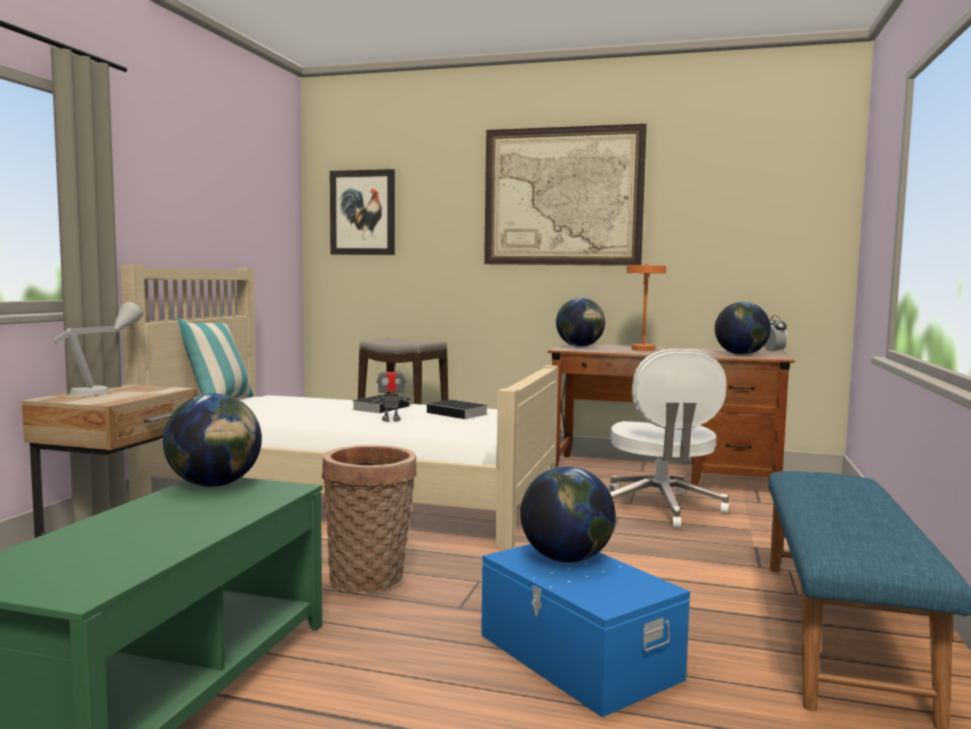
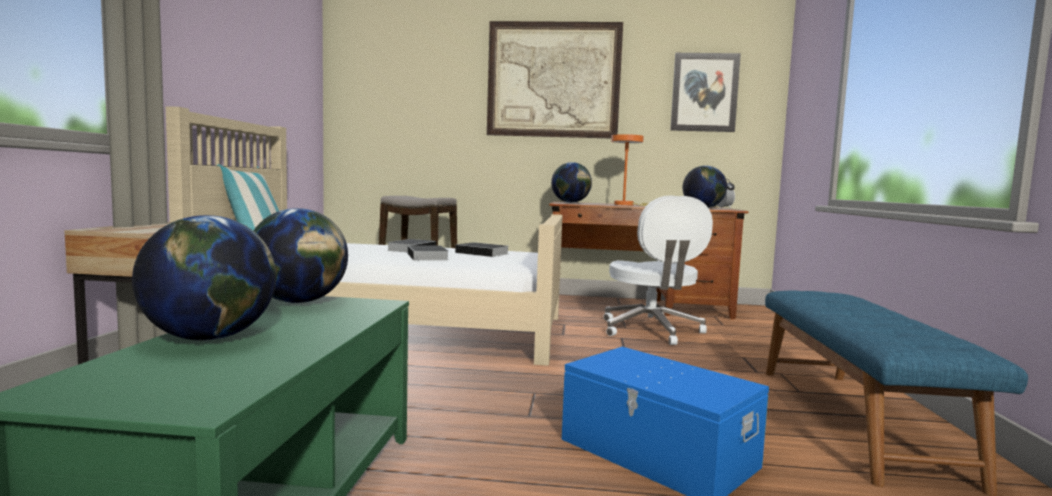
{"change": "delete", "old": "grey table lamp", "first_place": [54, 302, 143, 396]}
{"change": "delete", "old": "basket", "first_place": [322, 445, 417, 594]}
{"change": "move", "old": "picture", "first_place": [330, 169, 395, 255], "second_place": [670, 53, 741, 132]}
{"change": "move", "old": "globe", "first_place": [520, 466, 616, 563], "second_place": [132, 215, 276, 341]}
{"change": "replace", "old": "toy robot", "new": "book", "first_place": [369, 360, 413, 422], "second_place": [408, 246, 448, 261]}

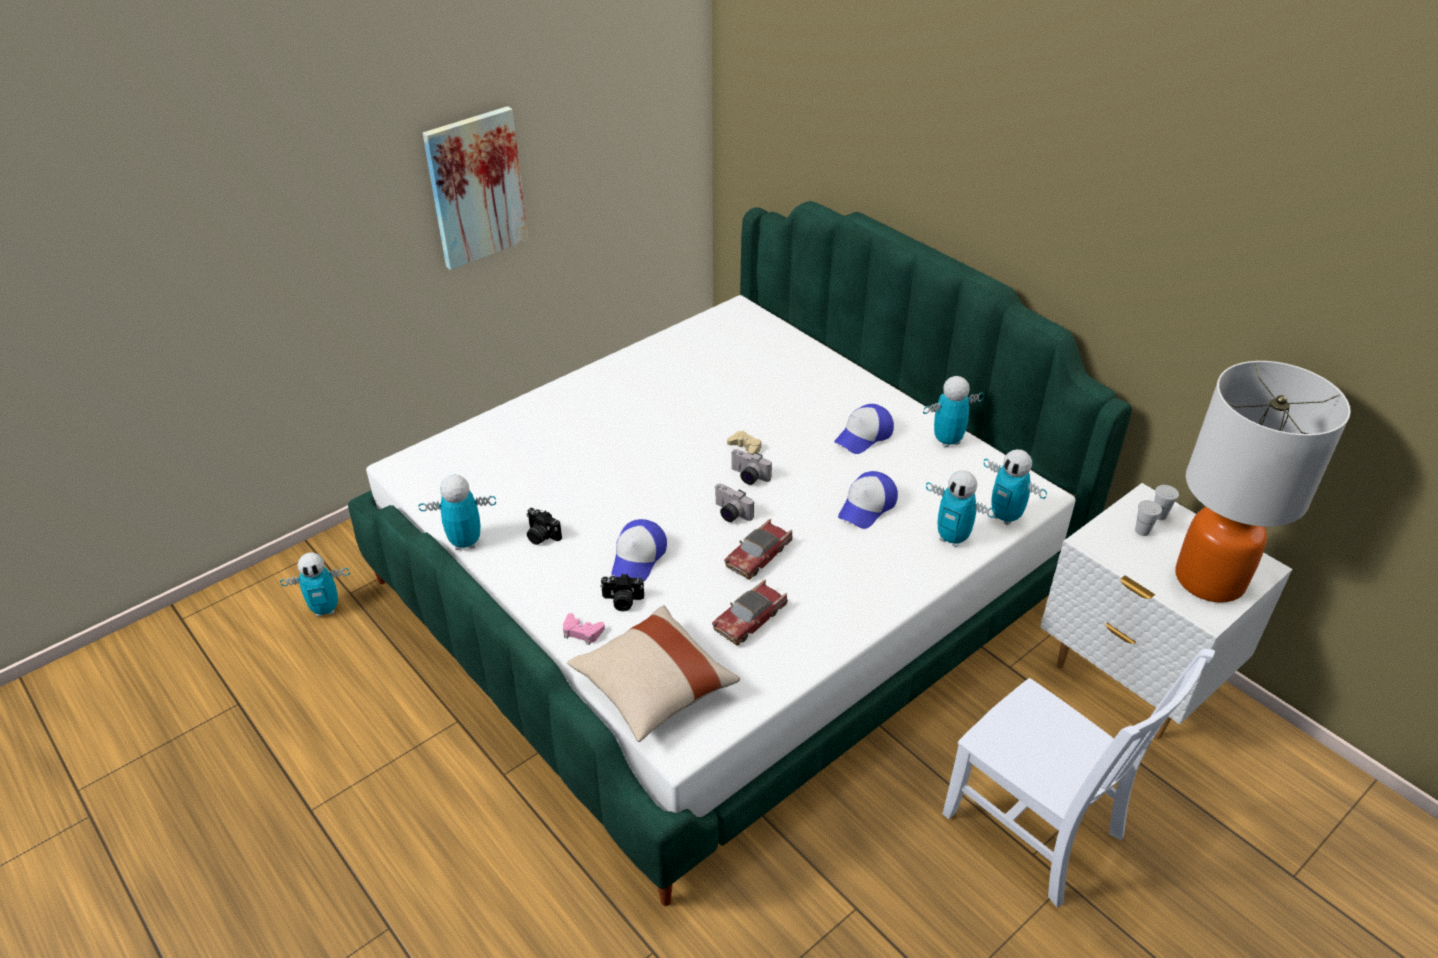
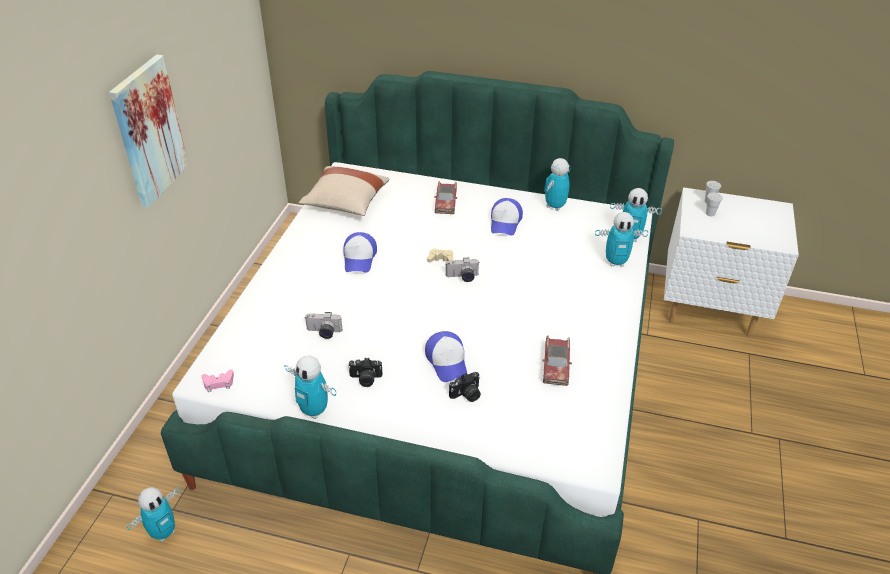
{"change": "delete", "old": "white chair", "first_place": [942, 649, 1215, 907]}
{"change": "delete", "old": "table lamp", "first_place": [1175, 361, 1351, 603]}
{"change": "move", "old": "pink game controller", "first_place": [563, 613, 605, 645], "second_place": [201, 370, 234, 392]}
{"change": "move", "old": "beige pillow", "first_place": [567, 605, 740, 742], "second_place": [299, 166, 390, 216]}
{"change": "move", "old": "photo camera", "first_place": [715, 483, 754, 522], "second_place": [305, 312, 342, 339]}
{"change": "move", "old": "toy car", "first_place": [724, 519, 793, 580], "second_place": [434, 181, 457, 214]}
{"change": "move", "old": "cap", "first_place": [838, 471, 898, 529], "second_place": [344, 232, 377, 272]}
{"change": "rotate", "old": "toy robot", "first_place": [419, 475, 496, 550], "second_place": [284, 356, 336, 419], "degrees": -105}

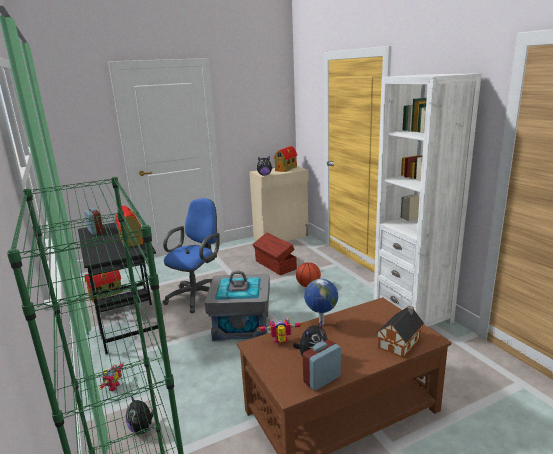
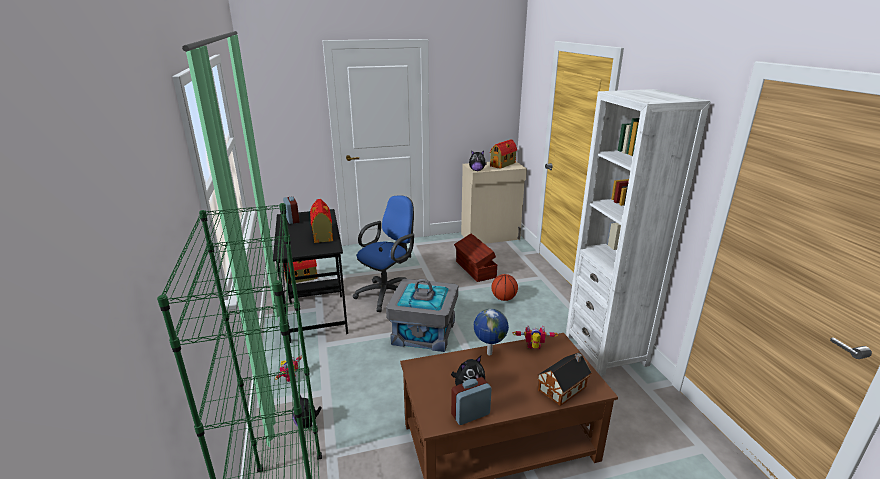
{"change": "move", "old": "toy robot", "first_place": [257, 317, 304, 343], "second_place": [513, 325, 558, 349]}

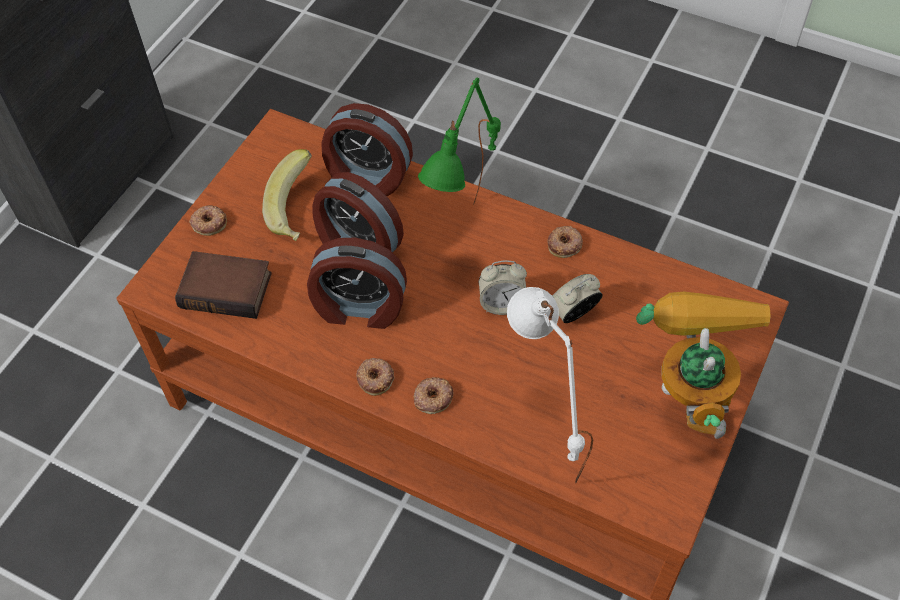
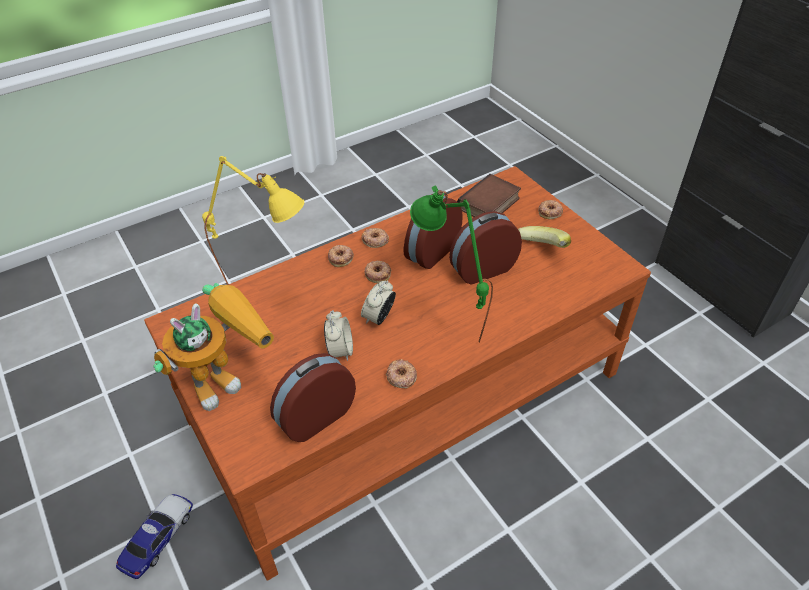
{"change": "insert", "new": "toy car", "second_place": [116, 494, 193, 579]}
{"change": "insert", "new": "donut", "second_place": [365, 261, 391, 283]}
{"change": "move", "old": "alarm clock", "first_place": [321, 103, 413, 196], "second_place": [270, 353, 356, 442]}
{"change": "recolor", "old": "white table lamp", "new": "yellow table lamp", "first_place": [507, 287, 593, 483], "second_place": [202, 156, 304, 285]}
{"change": "rotate", "old": "toy robot", "first_place": [636, 292, 770, 439], "second_place": [154, 283, 274, 411], "degrees": -75}

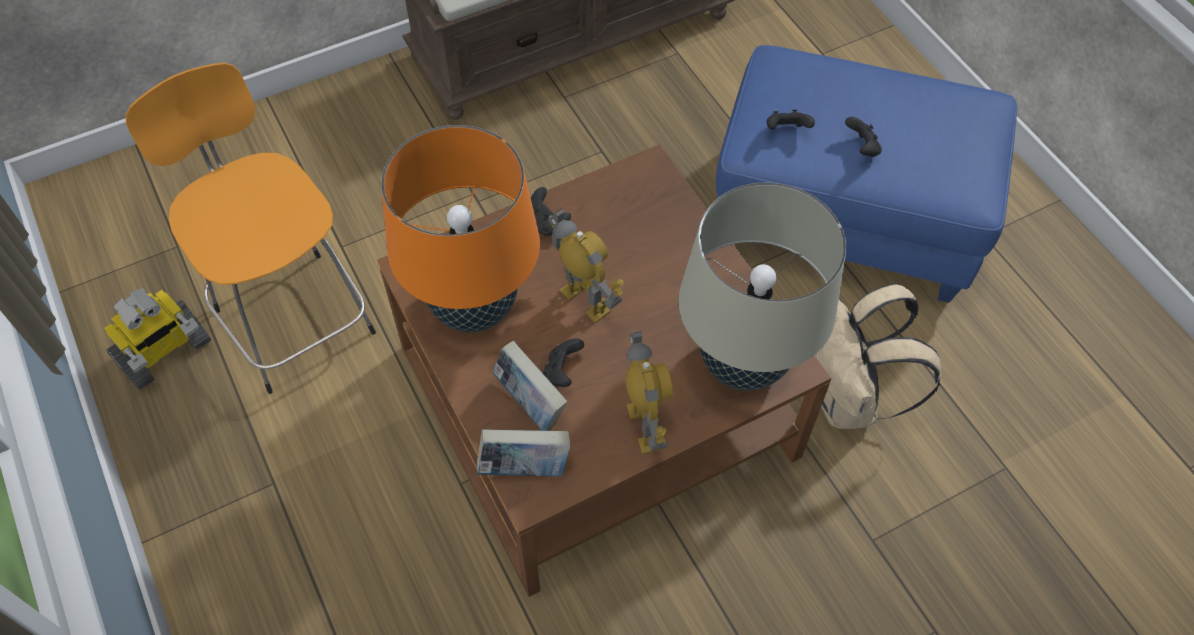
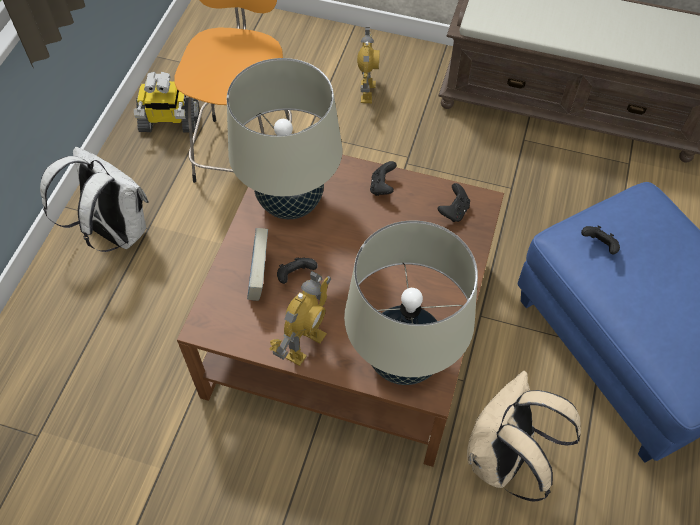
{"change": "delete", "old": "book", "first_place": [477, 429, 571, 476]}
{"change": "insert", "new": "white backpack", "second_place": [40, 147, 149, 252]}
{"change": "move", "old": "toy robot", "first_place": [548, 208, 624, 323], "second_place": [357, 27, 380, 103]}
{"change": "move", "old": "black game controller", "first_place": [845, 117, 882, 157], "second_place": [438, 183, 470, 222]}
{"change": "recolor", "old": "orange table lamp", "new": "beige table lamp", "first_place": [381, 125, 540, 333], "second_place": [227, 58, 342, 219]}

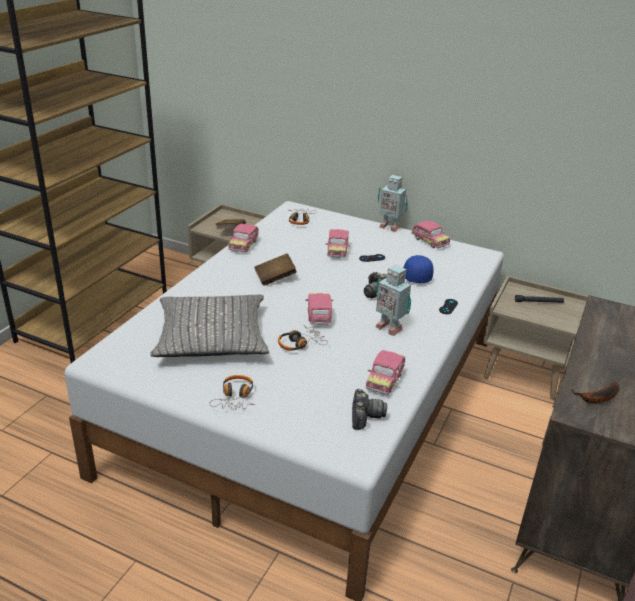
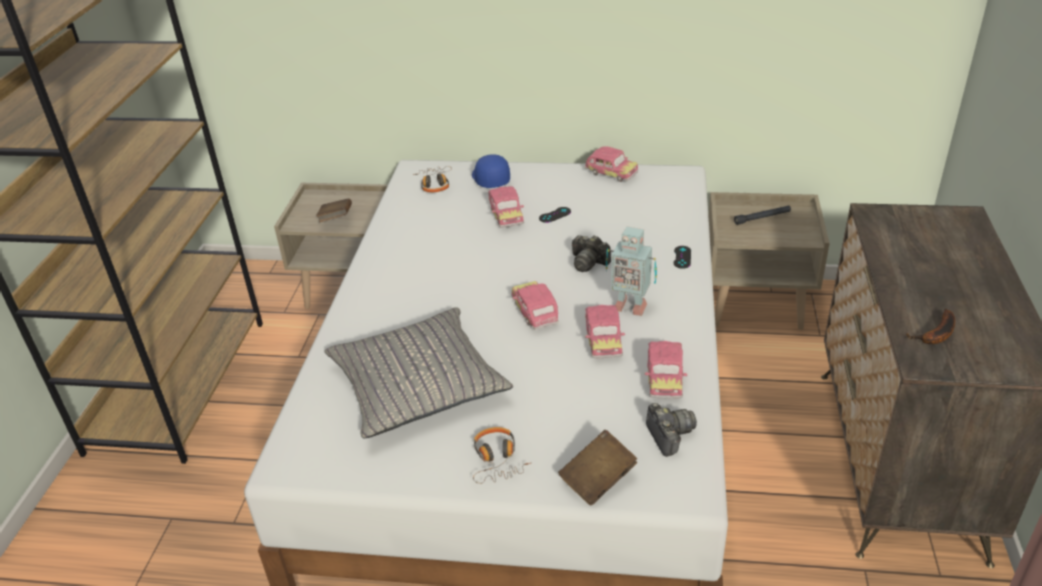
{"change": "delete", "old": "headphones", "first_place": [278, 326, 328, 351]}
{"change": "delete", "old": "toy robot", "first_place": [378, 175, 408, 232]}
{"change": "move", "old": "toy car", "first_place": [228, 224, 259, 252], "second_place": [585, 305, 625, 358]}
{"change": "move", "old": "brown book", "first_place": [254, 253, 297, 286], "second_place": [558, 430, 637, 505]}
{"change": "move", "old": "blue cap", "first_place": [403, 255, 434, 283], "second_place": [472, 154, 510, 188]}

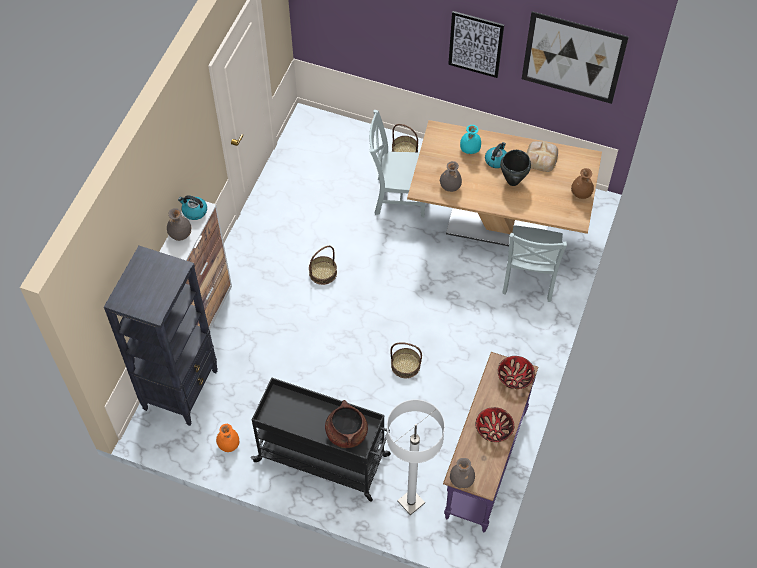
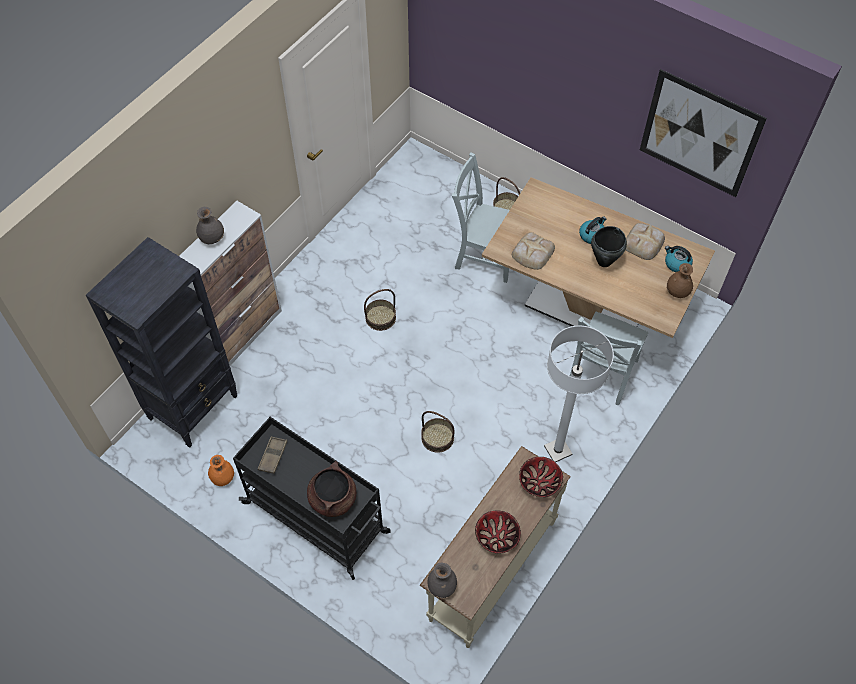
{"change": "delete", "old": "picture", "first_place": [448, 11, 504, 78]}
{"change": "delete", "old": "turquoise vase", "first_place": [460, 125, 481, 154]}
{"change": "insert", "new": "brown tray", "second_place": [258, 436, 288, 474]}
{"change": "move", "old": "kettle", "first_place": [178, 195, 207, 220], "second_place": [665, 246, 693, 272]}
{"change": "move", "old": "white floor lamp", "first_place": [387, 399, 445, 515], "second_place": [544, 326, 614, 462]}
{"change": "replace", "old": "grey vase", "new": "bread", "first_place": [440, 161, 462, 192], "second_place": [512, 232, 555, 270]}
{"change": "recolor", "old": "purple console table", "new": "beige console table", "first_place": [443, 352, 538, 532], "second_place": [420, 446, 571, 648]}

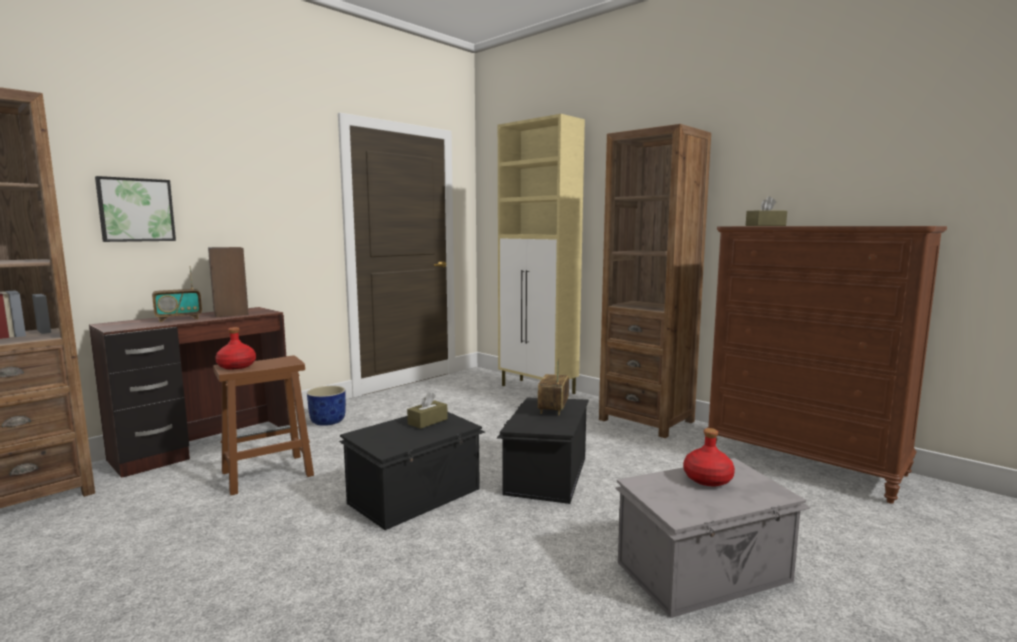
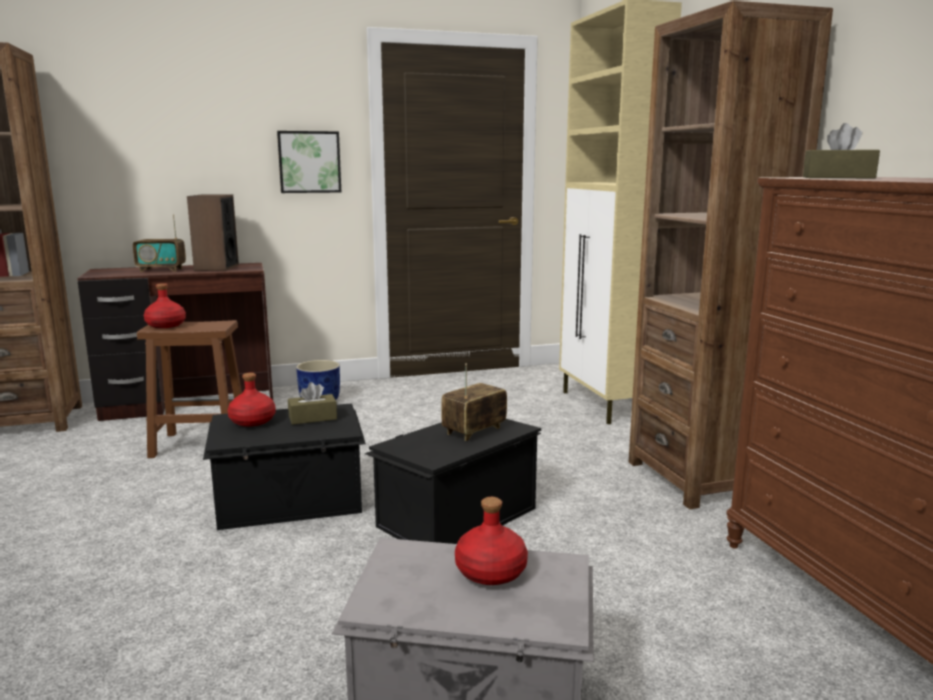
{"change": "insert", "new": "red bottle", "second_place": [228, 373, 276, 427]}
{"change": "move", "old": "picture", "first_place": [95, 176, 176, 242], "second_place": [277, 131, 341, 193]}

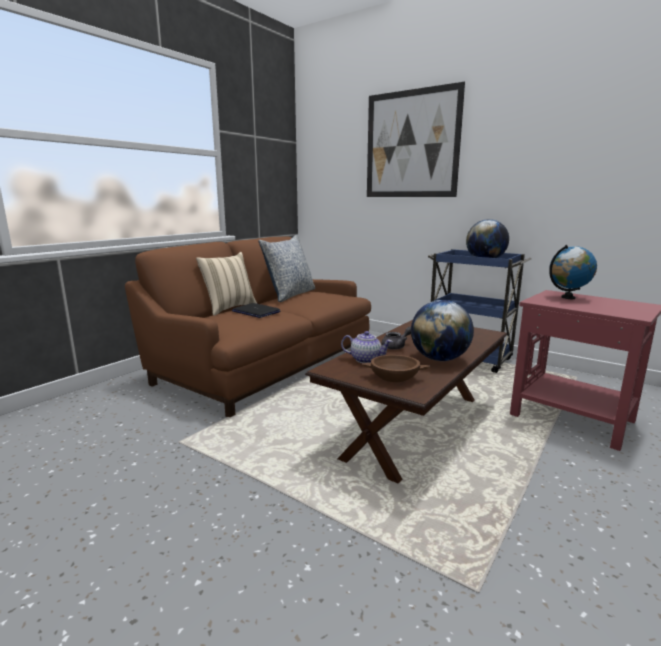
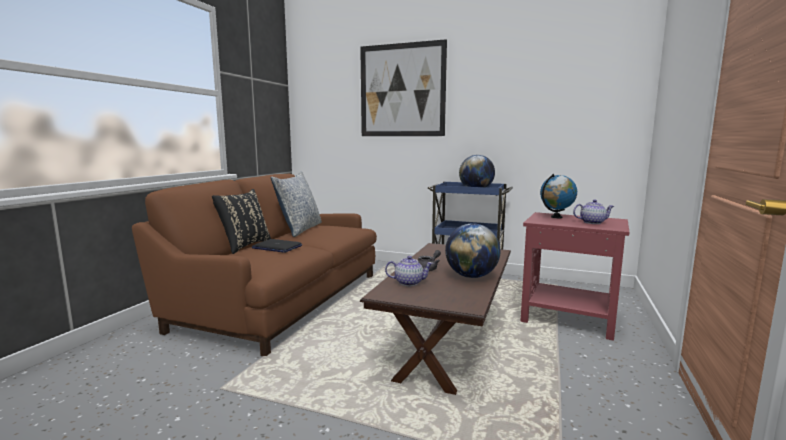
{"change": "delete", "old": "brown bowl", "first_place": [362, 355, 430, 382]}
{"change": "insert", "new": "teapot", "second_place": [573, 200, 614, 224]}
{"change": "recolor", "old": "beige pillow", "new": "black pillow", "first_place": [196, 252, 257, 316], "second_place": [212, 189, 271, 254]}

